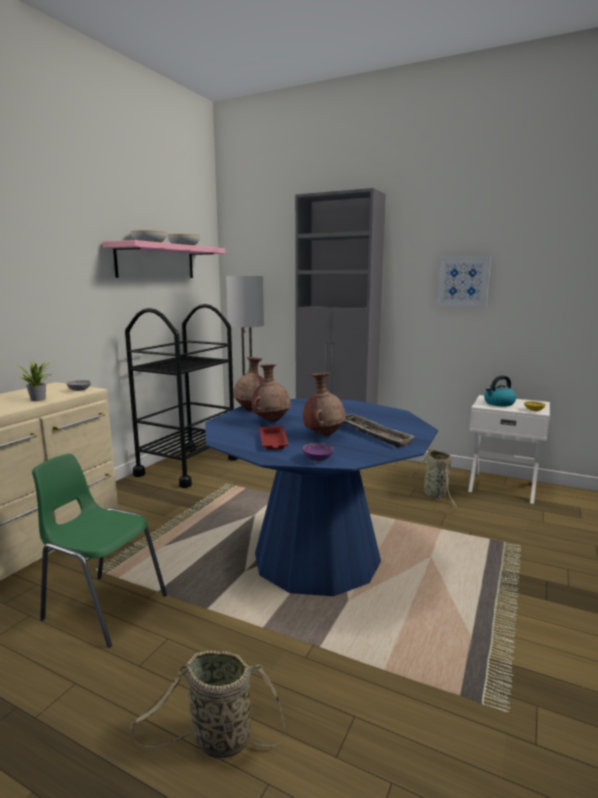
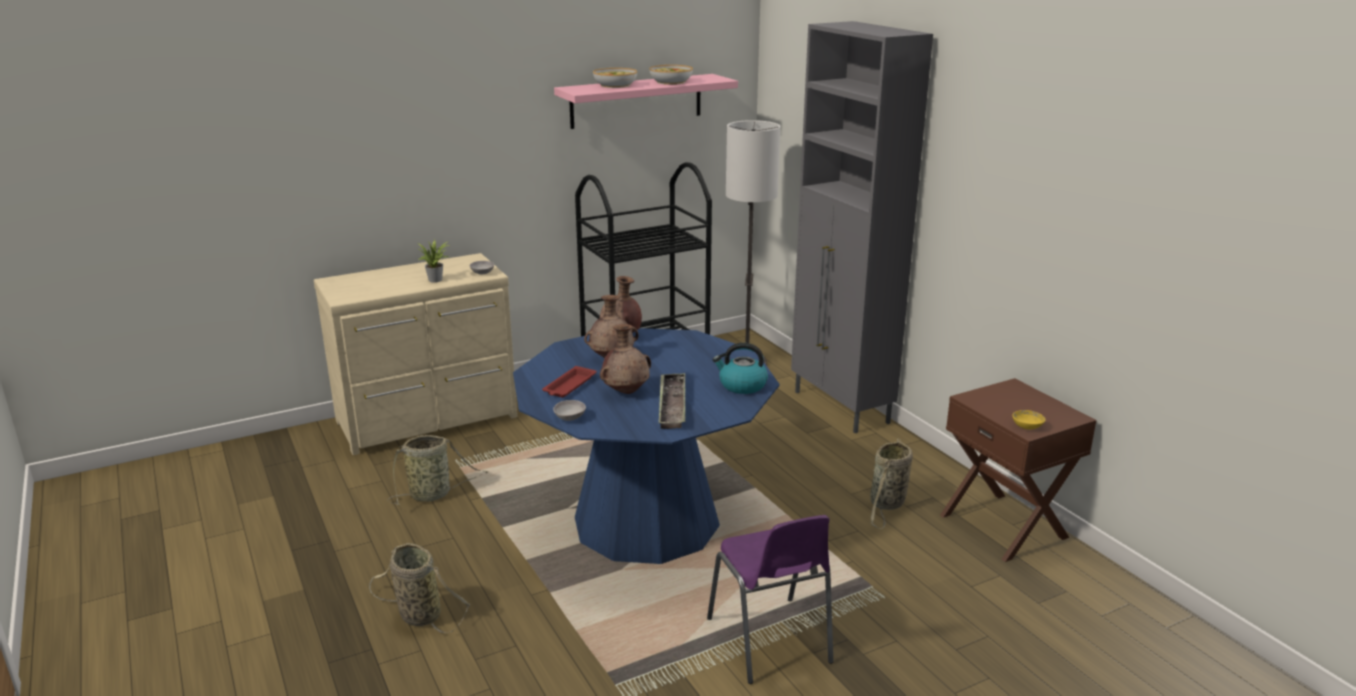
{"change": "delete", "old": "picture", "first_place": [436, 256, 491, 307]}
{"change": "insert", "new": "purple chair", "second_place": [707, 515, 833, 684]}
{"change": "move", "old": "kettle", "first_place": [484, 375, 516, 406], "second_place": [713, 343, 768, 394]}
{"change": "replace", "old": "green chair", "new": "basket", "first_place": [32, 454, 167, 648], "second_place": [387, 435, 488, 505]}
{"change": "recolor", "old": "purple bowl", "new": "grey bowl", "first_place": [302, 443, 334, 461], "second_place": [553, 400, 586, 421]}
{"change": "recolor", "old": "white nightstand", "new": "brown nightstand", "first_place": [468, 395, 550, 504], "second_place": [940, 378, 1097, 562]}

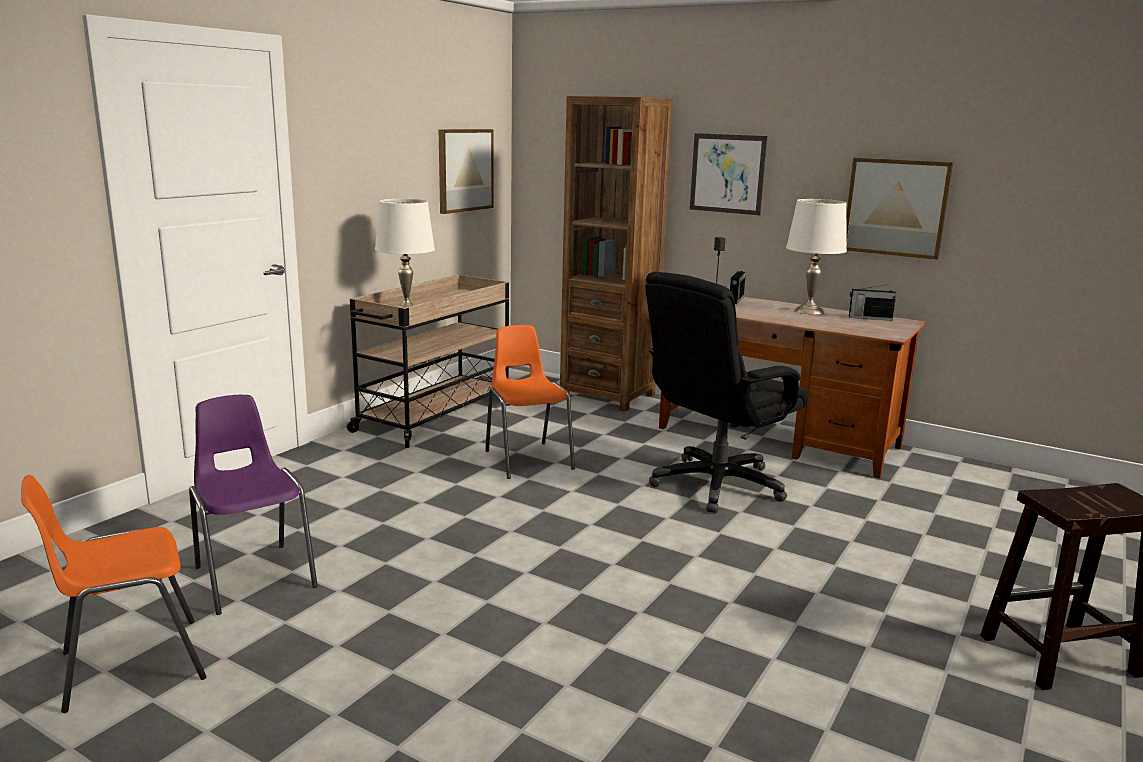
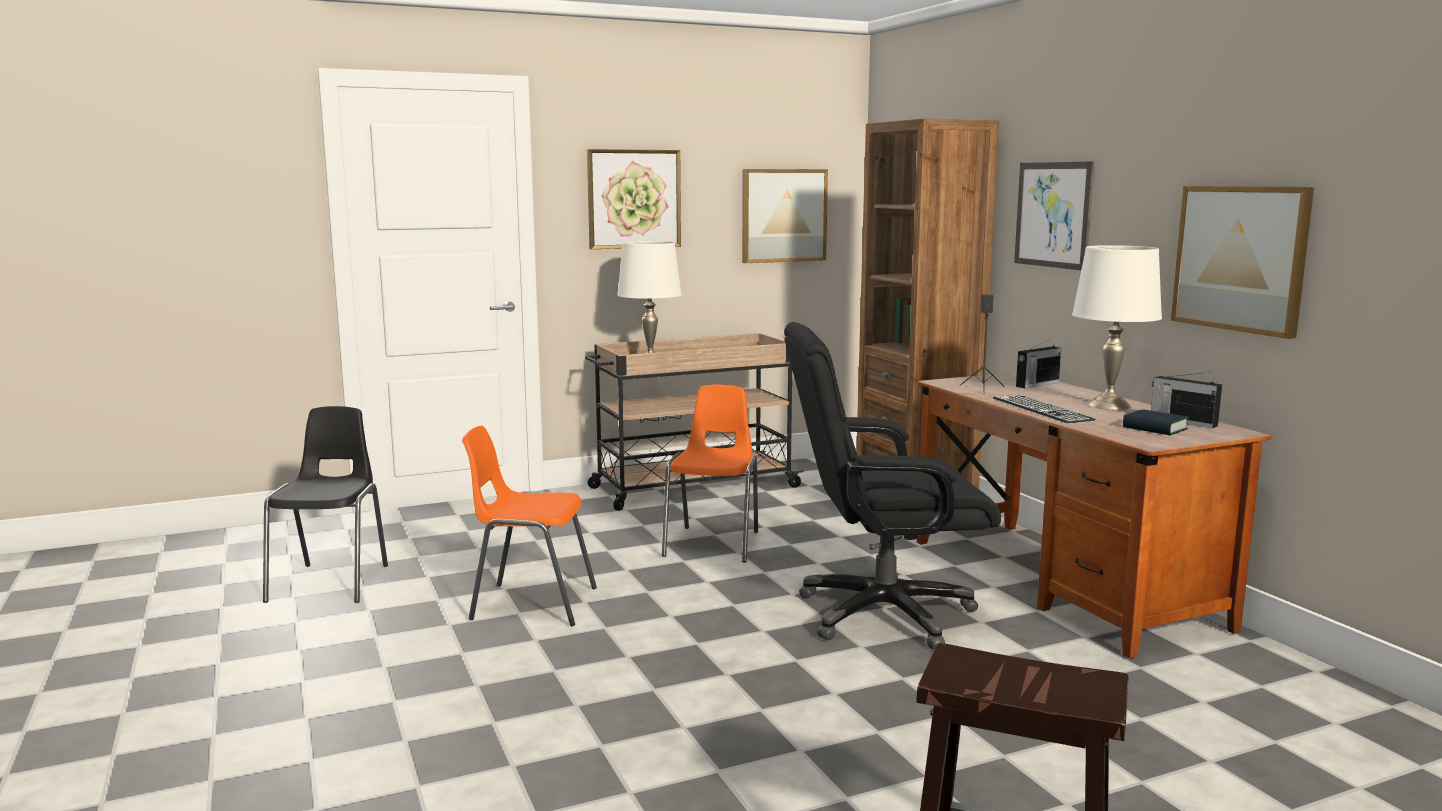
{"change": "insert", "new": "picture", "second_place": [587, 149, 681, 249]}
{"change": "insert", "new": "keyboard", "second_place": [993, 395, 1096, 423]}
{"change": "insert", "new": "book", "second_place": [1123, 409, 1189, 435]}
{"change": "move", "old": "orange chair", "first_place": [21, 475, 207, 713], "second_place": [462, 426, 597, 626]}
{"change": "recolor", "old": "purple chair", "new": "black chair", "first_place": [189, 395, 318, 615], "second_place": [263, 406, 388, 603]}

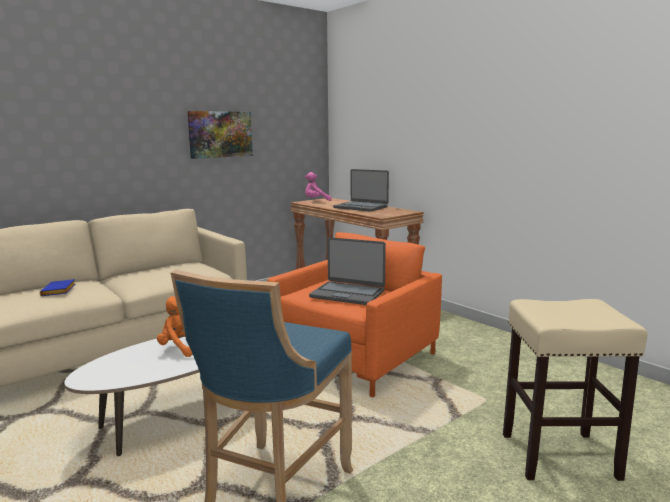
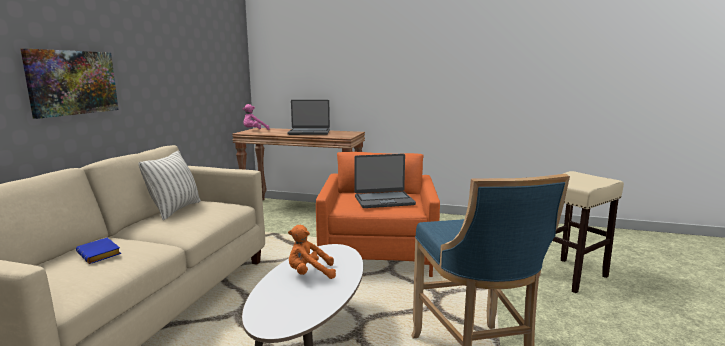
{"change": "insert", "new": "pillow", "second_place": [138, 151, 201, 220]}
{"change": "move", "old": "picture", "first_place": [187, 111, 253, 159], "second_place": [20, 48, 119, 119]}

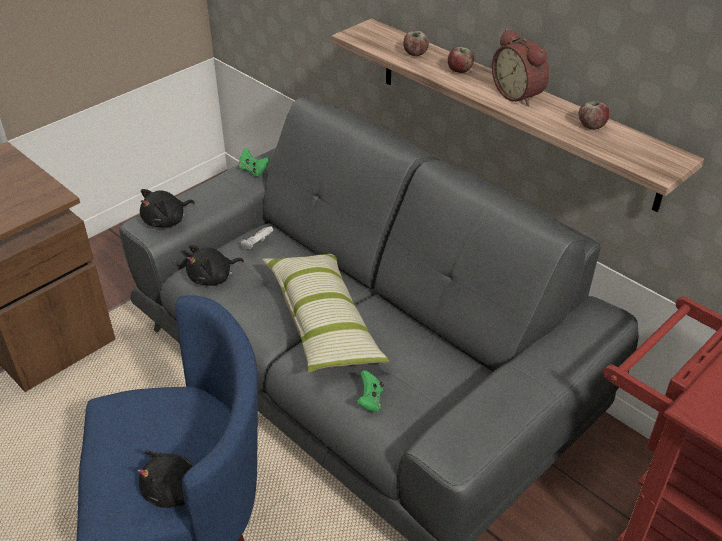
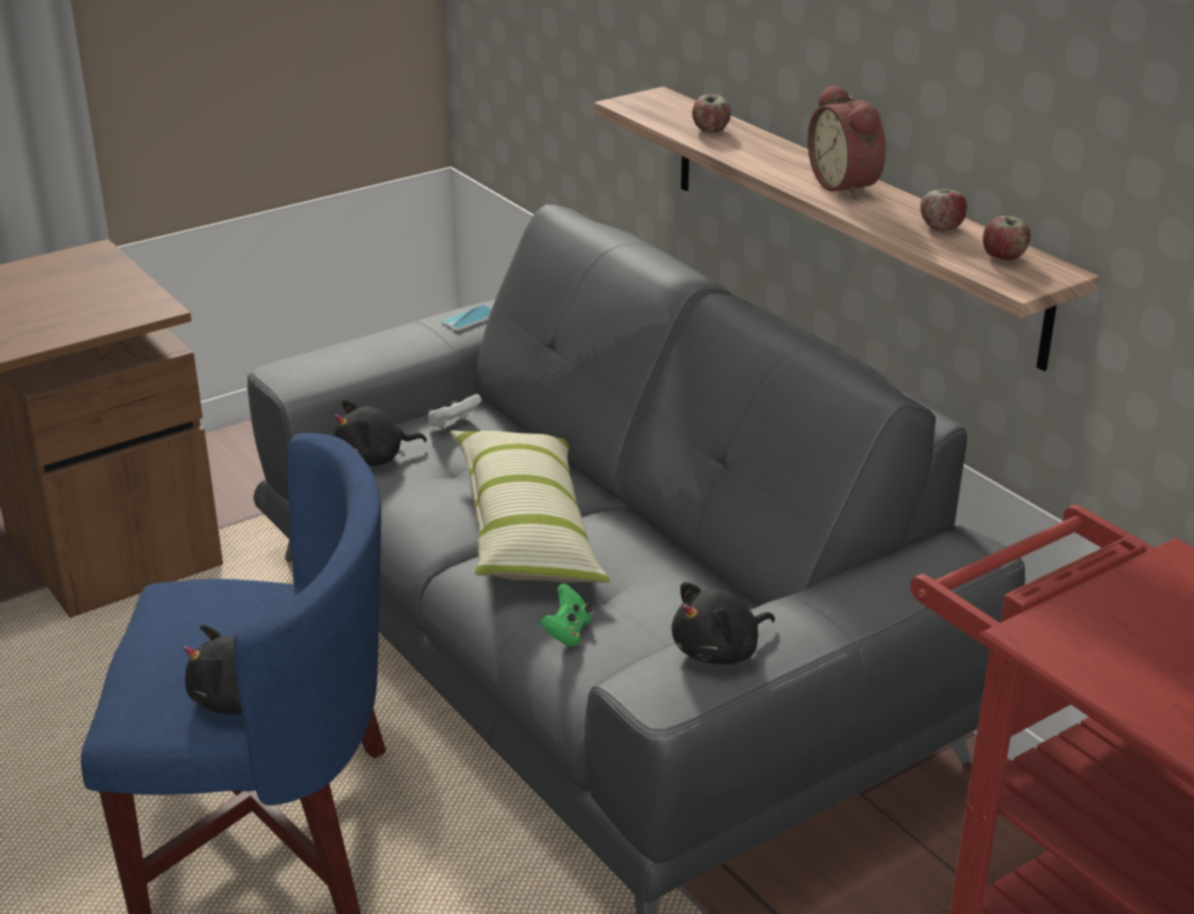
{"change": "move", "old": "black plush toy", "first_place": [140, 189, 195, 227], "second_place": [672, 582, 775, 665]}
{"change": "move", "old": "apple", "first_place": [448, 47, 474, 73], "second_place": [983, 216, 1031, 260]}
{"change": "replace", "old": "green game controller", "new": "phone", "first_place": [239, 148, 270, 177], "second_place": [441, 305, 492, 331]}

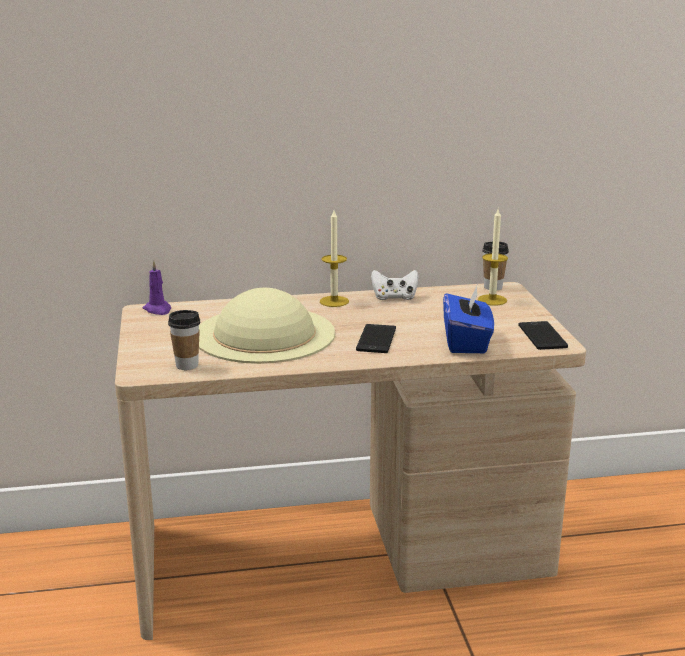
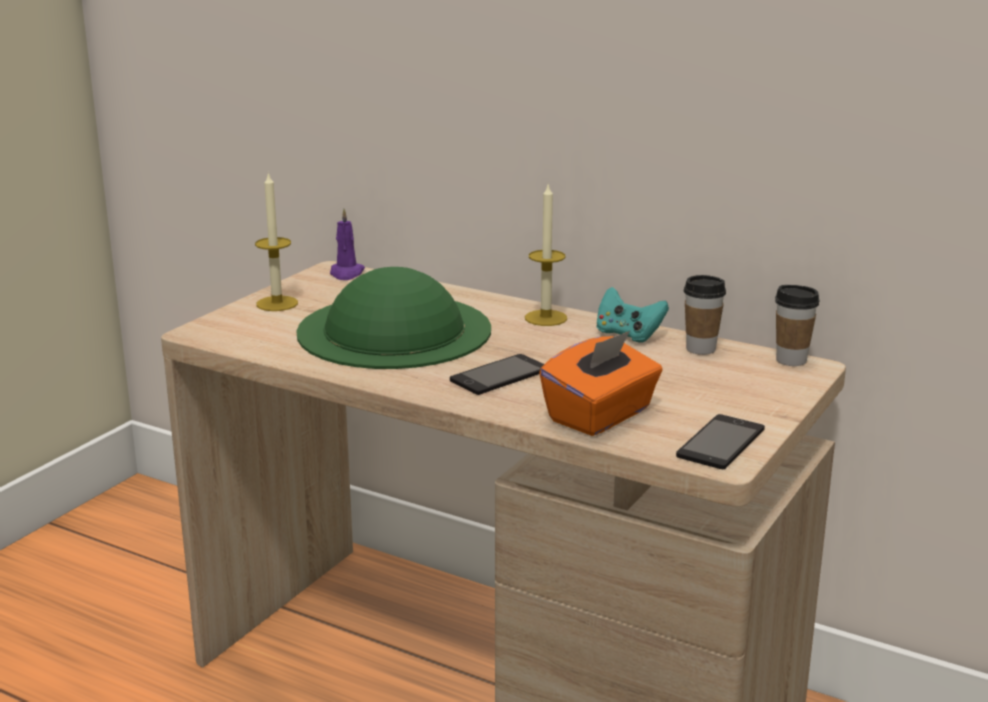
{"change": "move", "old": "cup", "first_place": [168, 310, 200, 370], "second_place": [684, 275, 726, 355]}
{"change": "move", "old": "candle", "first_place": [478, 209, 508, 306], "second_place": [255, 172, 298, 311]}
{"change": "recolor", "old": "beige hat", "new": "green hat", "first_place": [199, 288, 335, 364], "second_place": [297, 267, 491, 369]}
{"change": "recolor", "old": "white game controller", "new": "turquoise game controller", "first_place": [371, 270, 419, 300], "second_place": [596, 287, 669, 343]}
{"change": "recolor", "old": "blue tissue box", "new": "orange tissue box", "first_place": [443, 286, 494, 353], "second_place": [539, 331, 663, 436]}

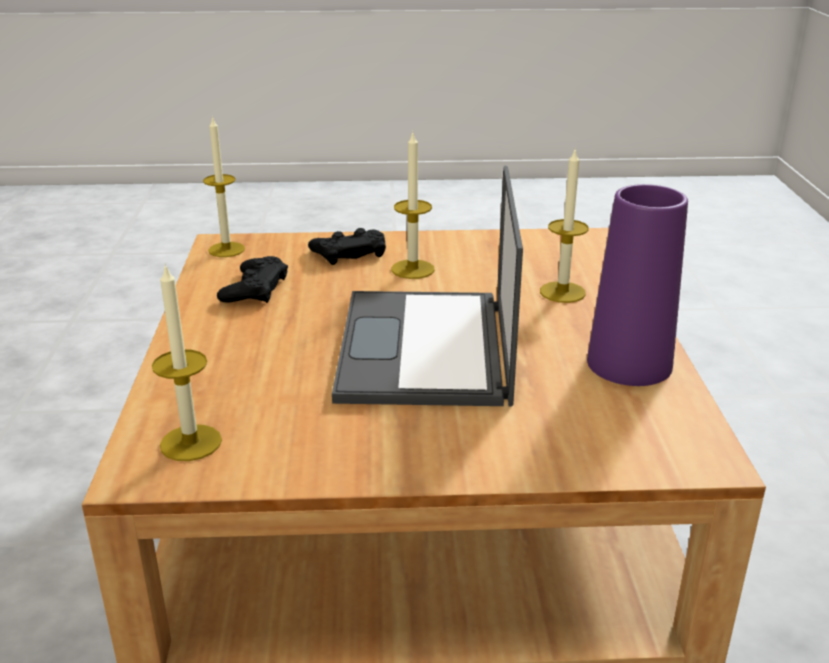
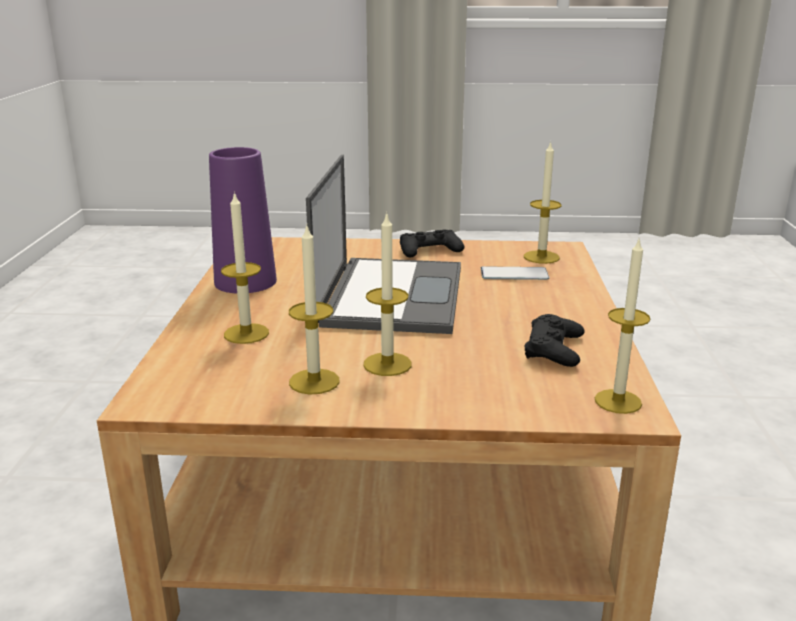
{"change": "insert", "new": "candle", "second_place": [289, 226, 340, 395]}
{"change": "insert", "new": "phone", "second_place": [481, 266, 549, 280]}
{"change": "move", "old": "black game controller", "first_place": [308, 228, 386, 265], "second_place": [400, 229, 465, 257]}

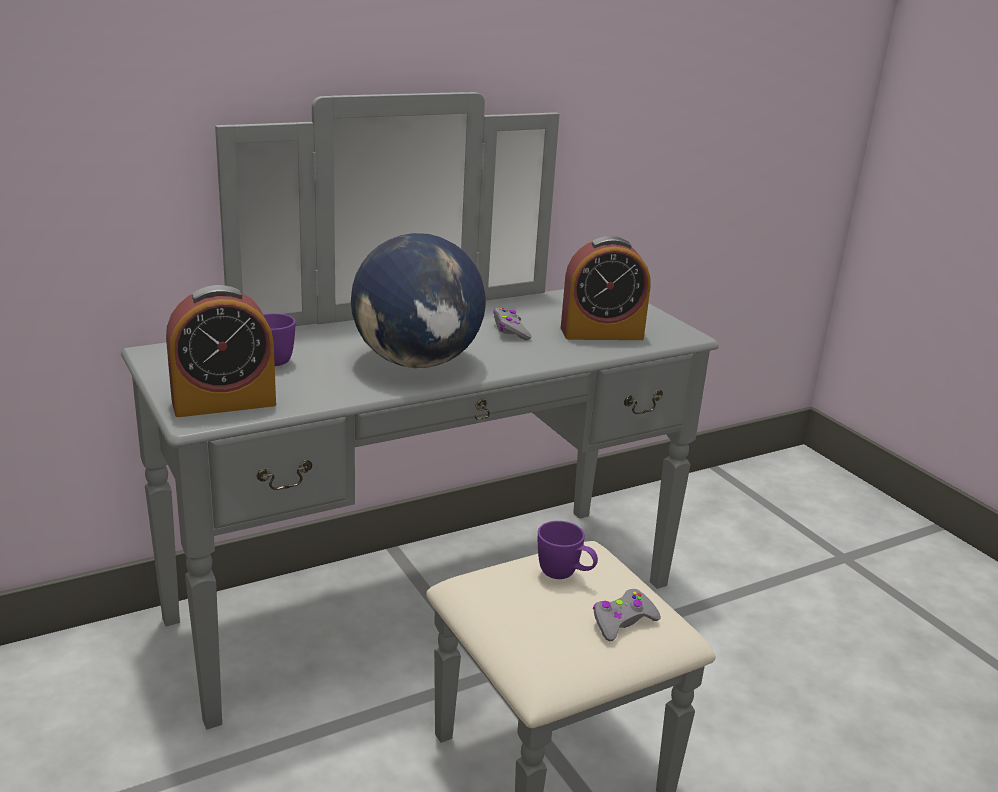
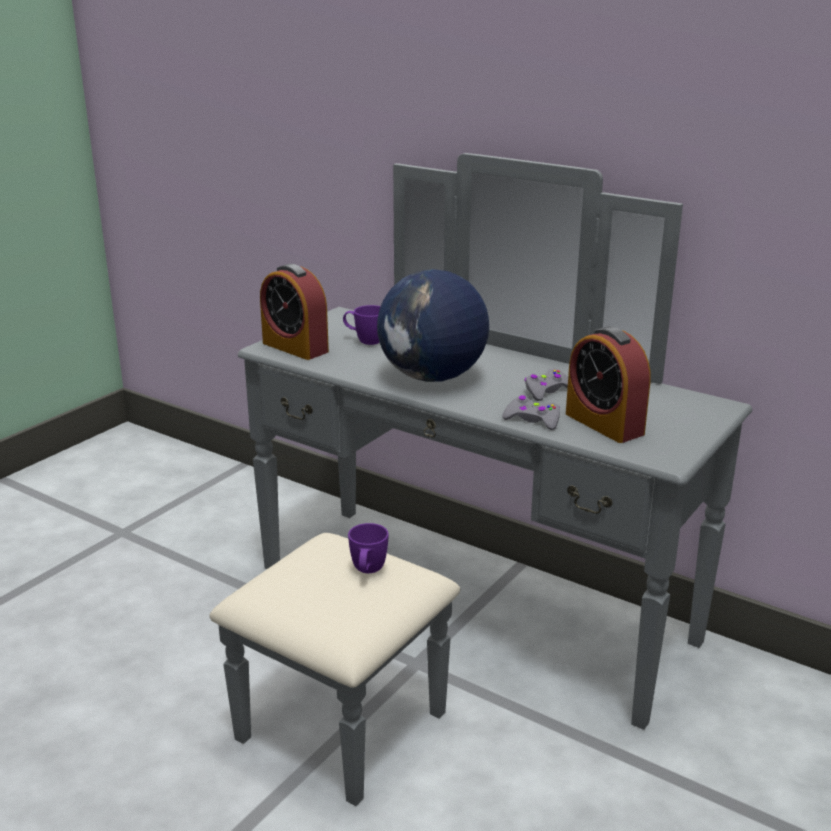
{"change": "move", "old": "grey game controller", "first_place": [593, 589, 661, 641], "second_place": [502, 395, 560, 430]}

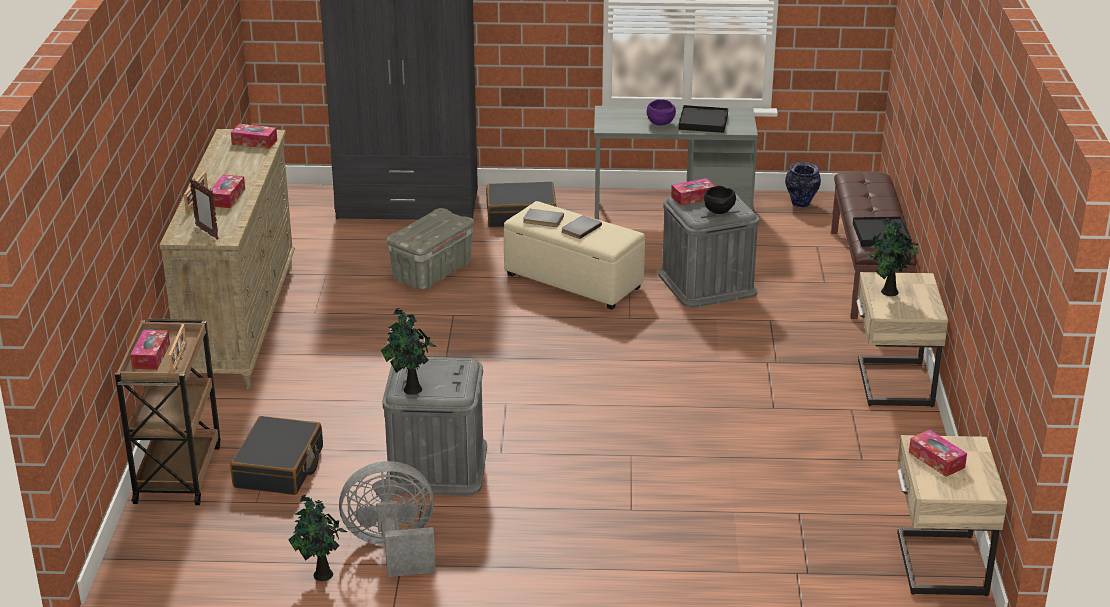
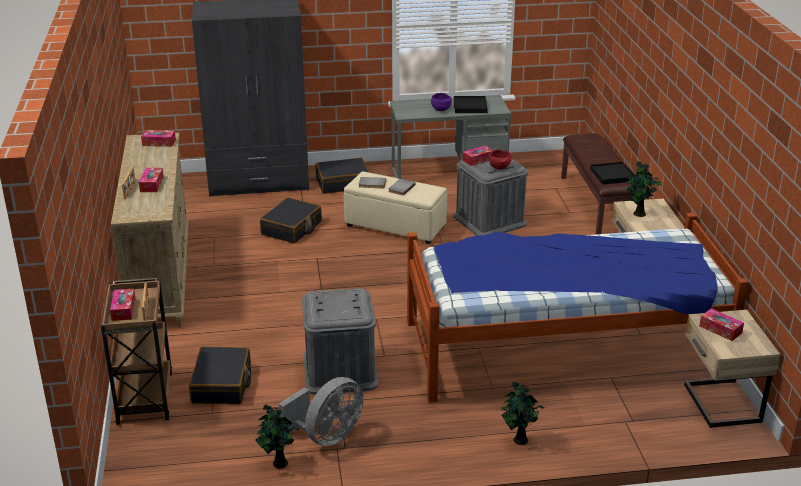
{"change": "delete", "old": "picture frame", "first_place": [189, 178, 219, 240]}
{"change": "delete", "old": "vase", "first_place": [785, 162, 821, 208]}
{"change": "insert", "new": "bed", "second_place": [407, 213, 749, 403]}
{"change": "move", "old": "potted plant", "first_place": [381, 308, 436, 395], "second_place": [501, 381, 545, 445]}
{"change": "replace", "old": "grey storage box", "new": "black suitcase", "first_place": [387, 208, 474, 289], "second_place": [260, 198, 322, 243]}
{"change": "recolor", "old": "black bowl", "new": "red bowl", "first_place": [704, 186, 736, 214], "second_place": [489, 150, 512, 170]}
{"change": "rotate", "old": "grey fan", "first_place": [339, 461, 436, 577], "second_place": [278, 377, 363, 446], "degrees": 150}

